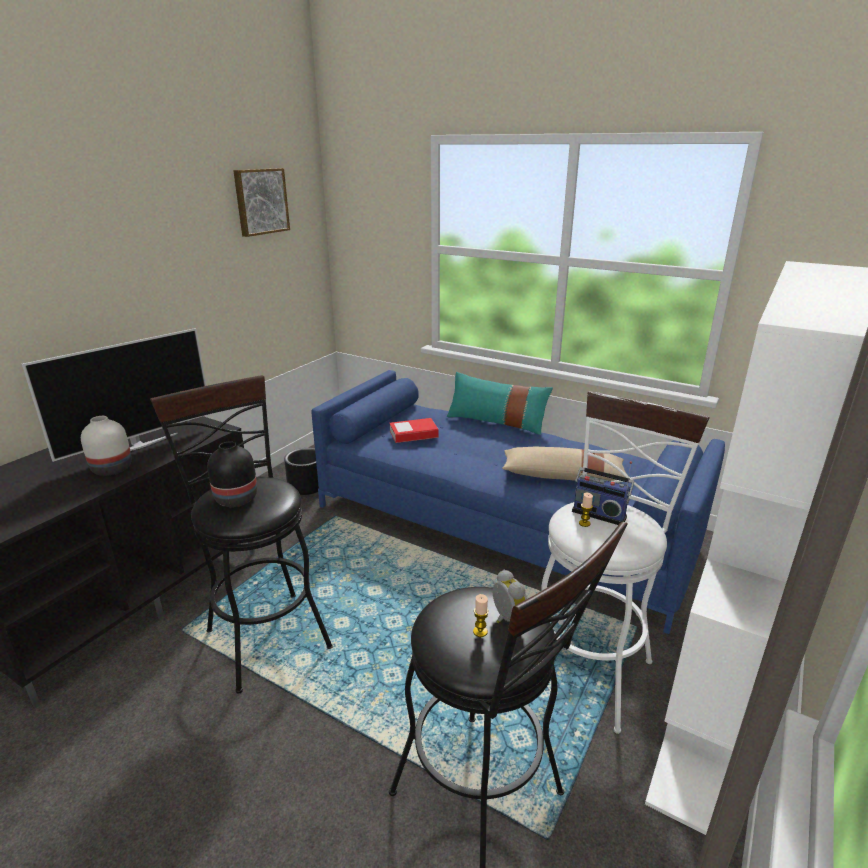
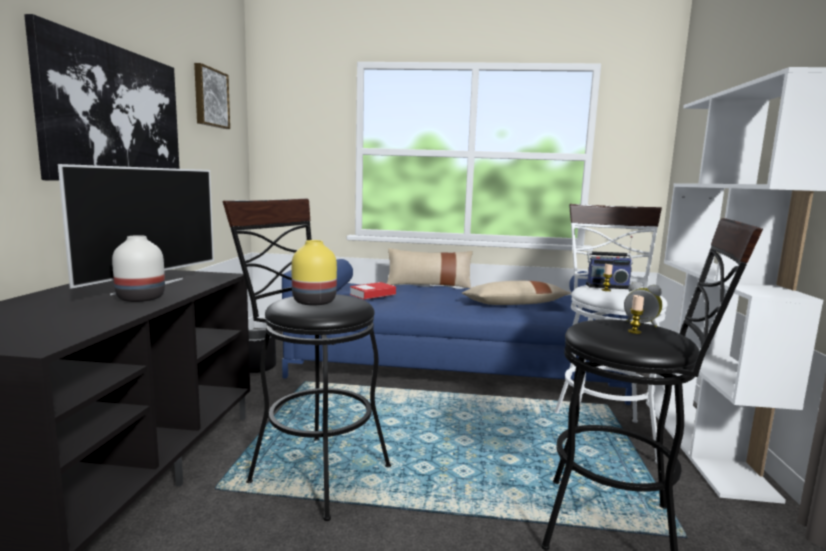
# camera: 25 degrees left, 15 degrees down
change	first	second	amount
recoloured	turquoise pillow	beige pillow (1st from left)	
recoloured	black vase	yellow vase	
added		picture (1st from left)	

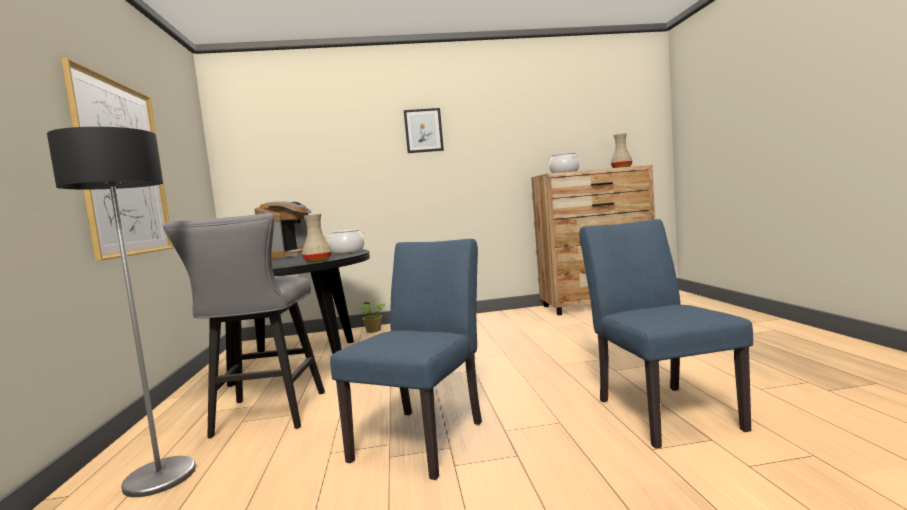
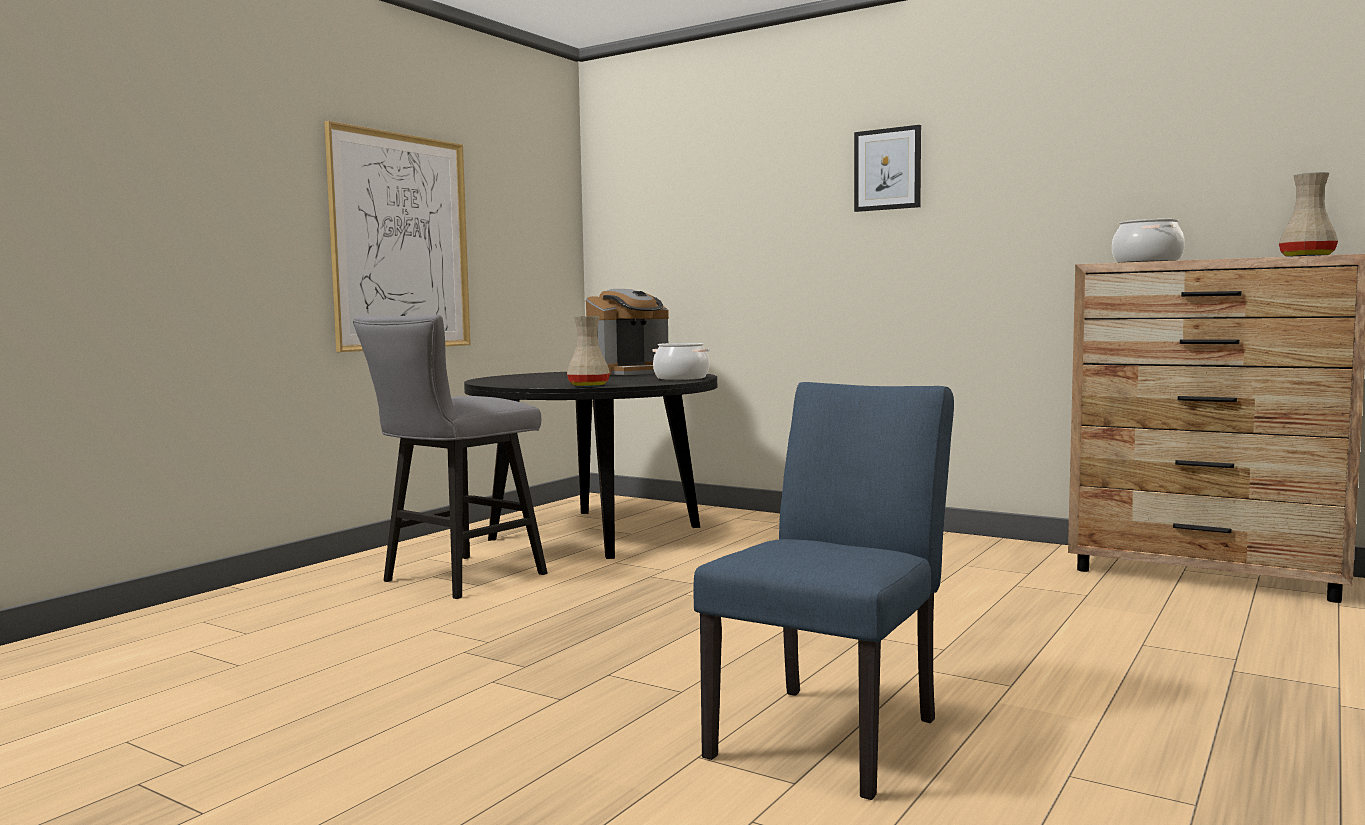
# camera: 40 degrees right, 0 degrees up
change	first	second	amount
removed	floor lamp		
removed	blue chair (1st from left)		
removed	potted plant		

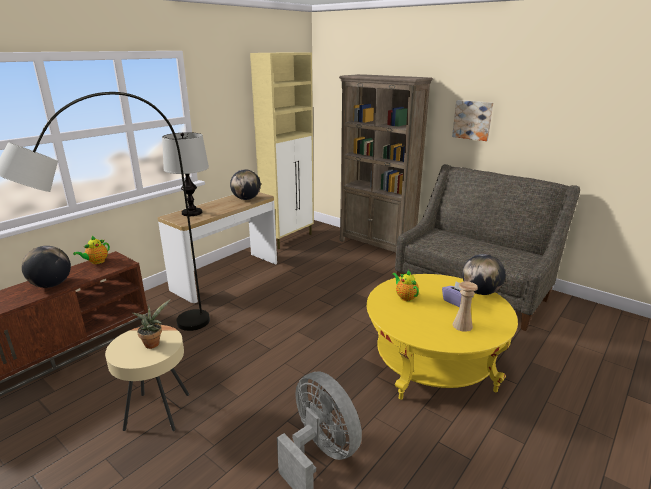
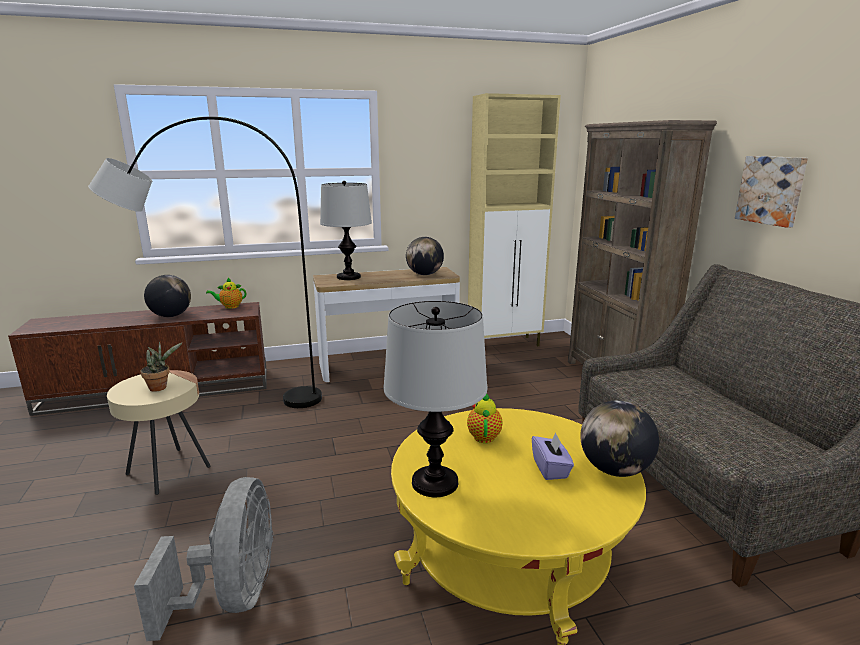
# camera: 35 degrees right, 5 degrees down
change	first	second	amount
removed	beige vase		
added		table lamp (2nd from left)	

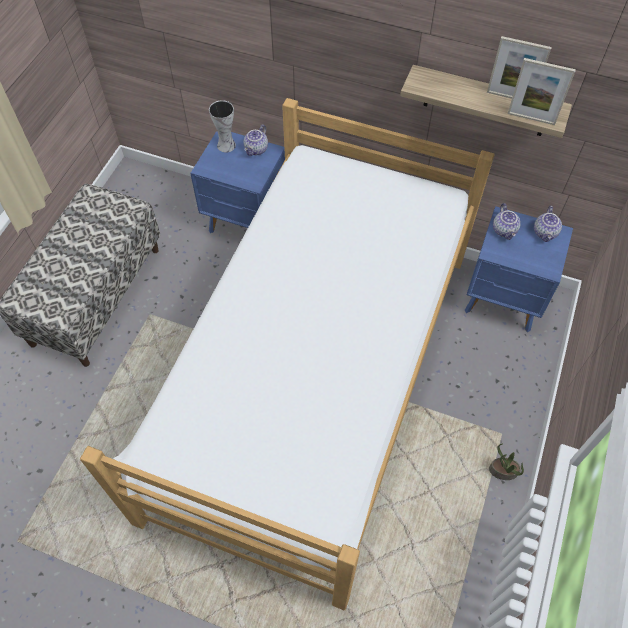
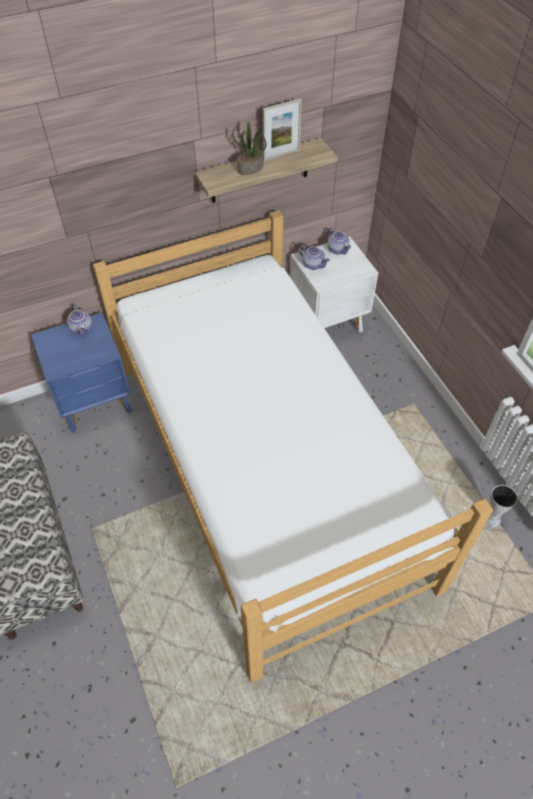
# camera: 45 degrees left, 5 degrees down
change	first	second	amount
removed	picture frame (2nd from left)		
moved	vase		
recoloured	blue nightstand (2nd from left)	white nightstand	
moved	potted plant		

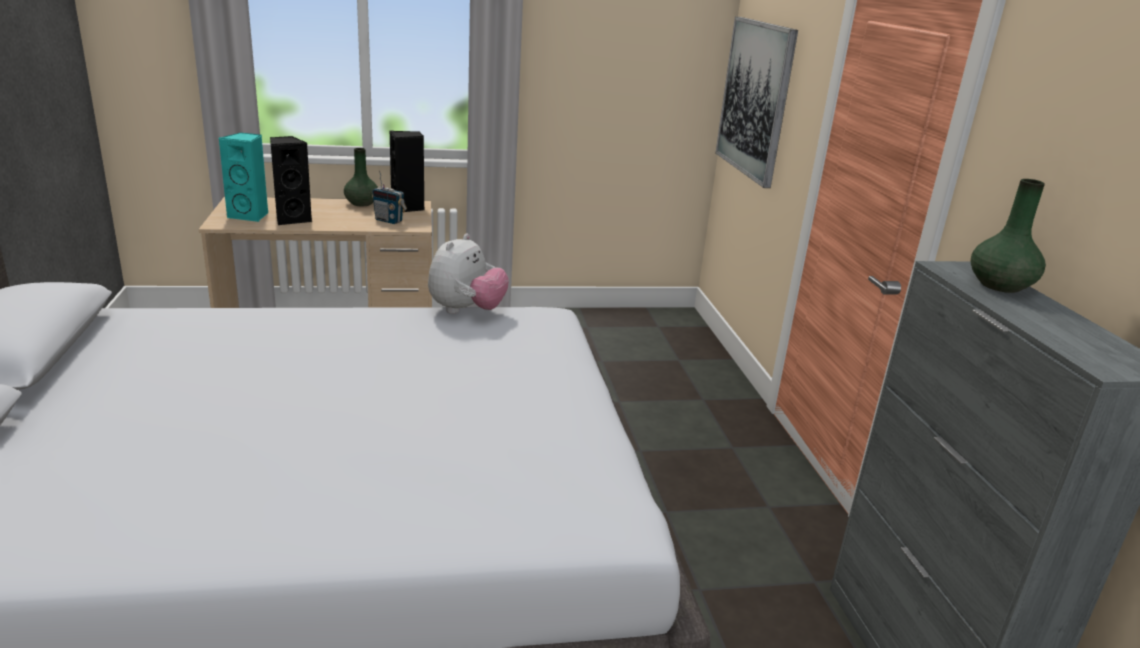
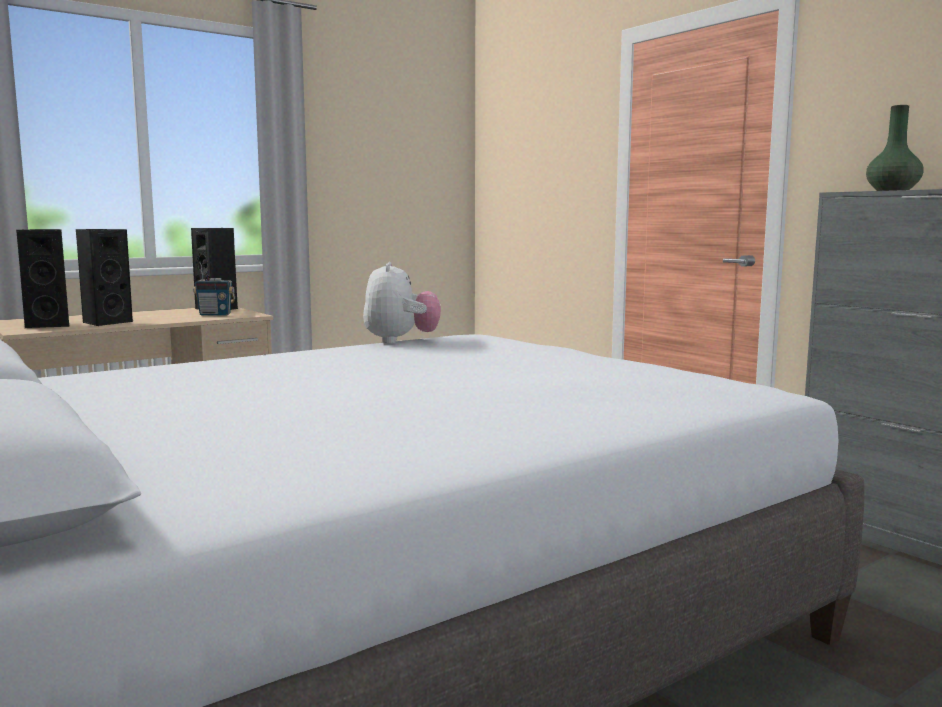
# camera: 25 degrees left, 15 degrees down
change	first	second	amount
removed	picture		
recoloured	turquoise speaker	black speaker (1st from left)	
removed	green vase (1st from left)		

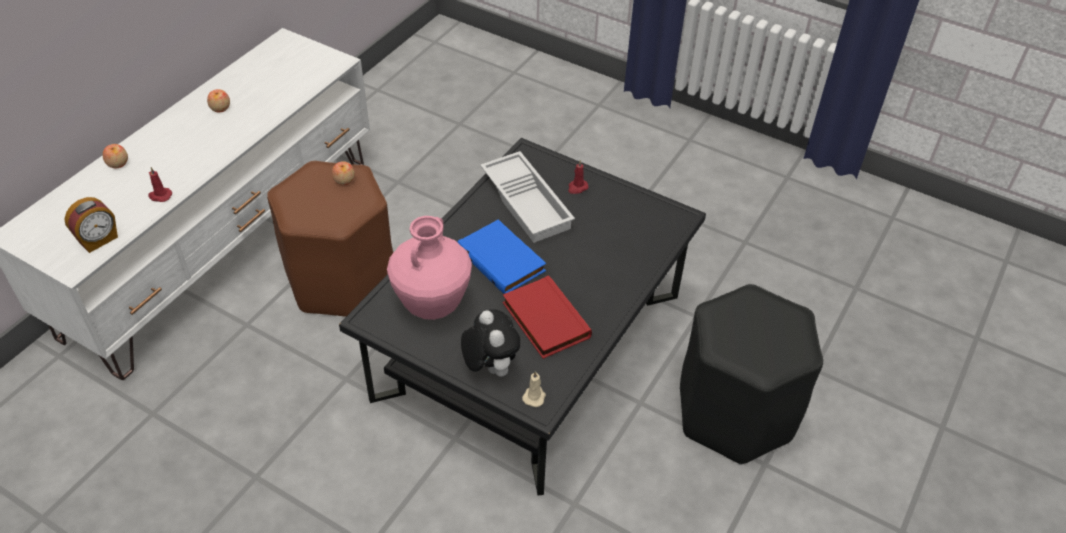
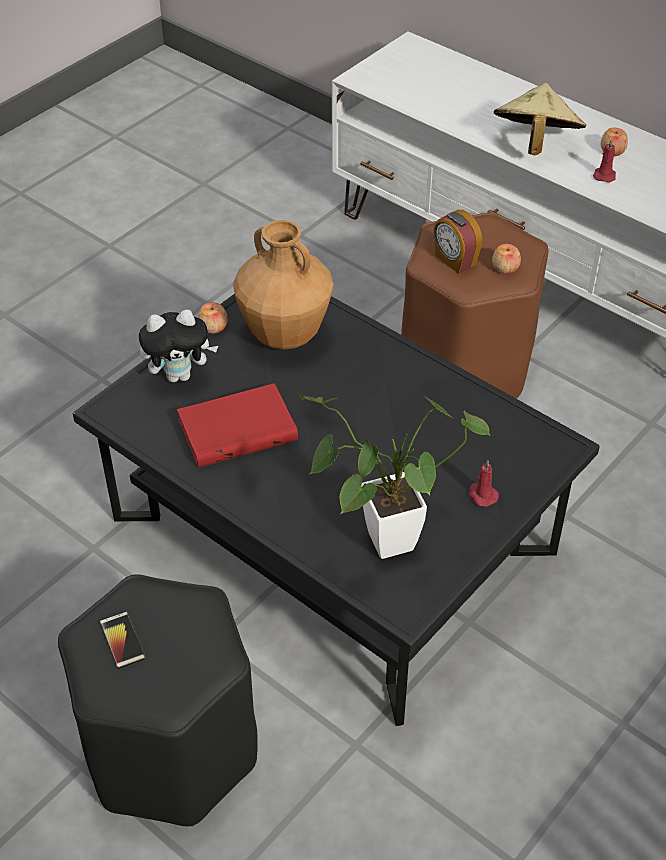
# camera: 100 degrees right, 0 degrees up
change	first	second	amount
moved	apple (1st from left)		
removed	white tray		
moved	red candle (1st from left in the first image)	red candle (2nd from left)	
moved	alarm clock		
recoloured	pink vase	brown vase	
removed	blue book		
removed	beige candle		
added		beige hat	
added		potted plant	
added		phone	

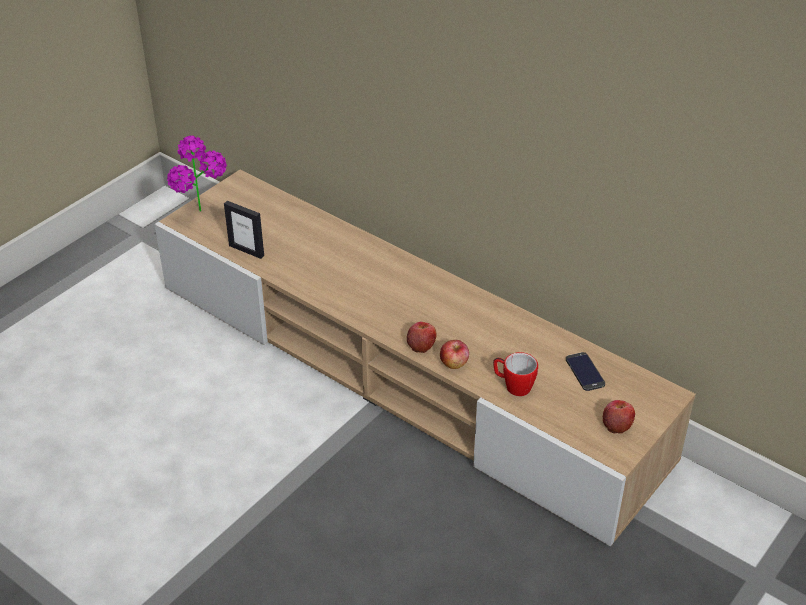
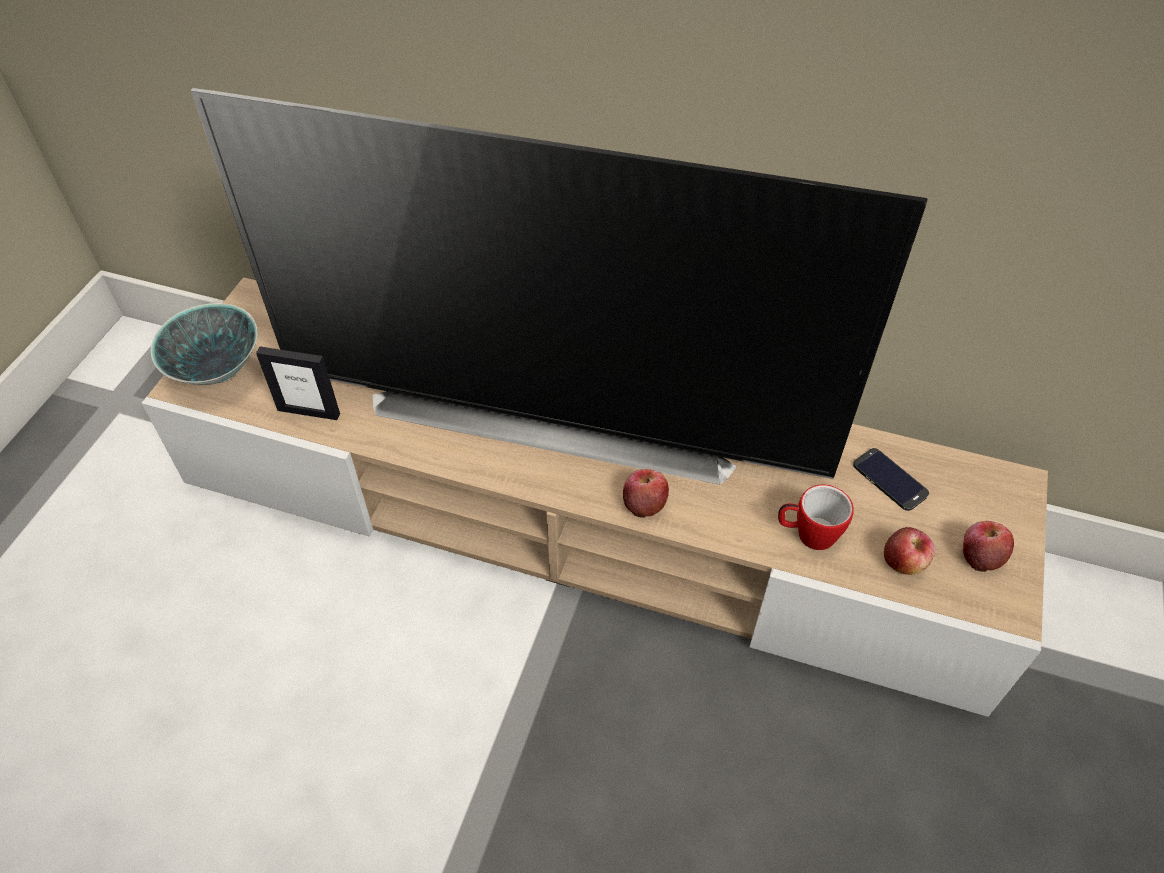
# camera: 20 degrees left, 10 degrees up
change	first	second	amount
replaced	potted plant	bowl	
moved	apple (2nd from left)		
added		television	

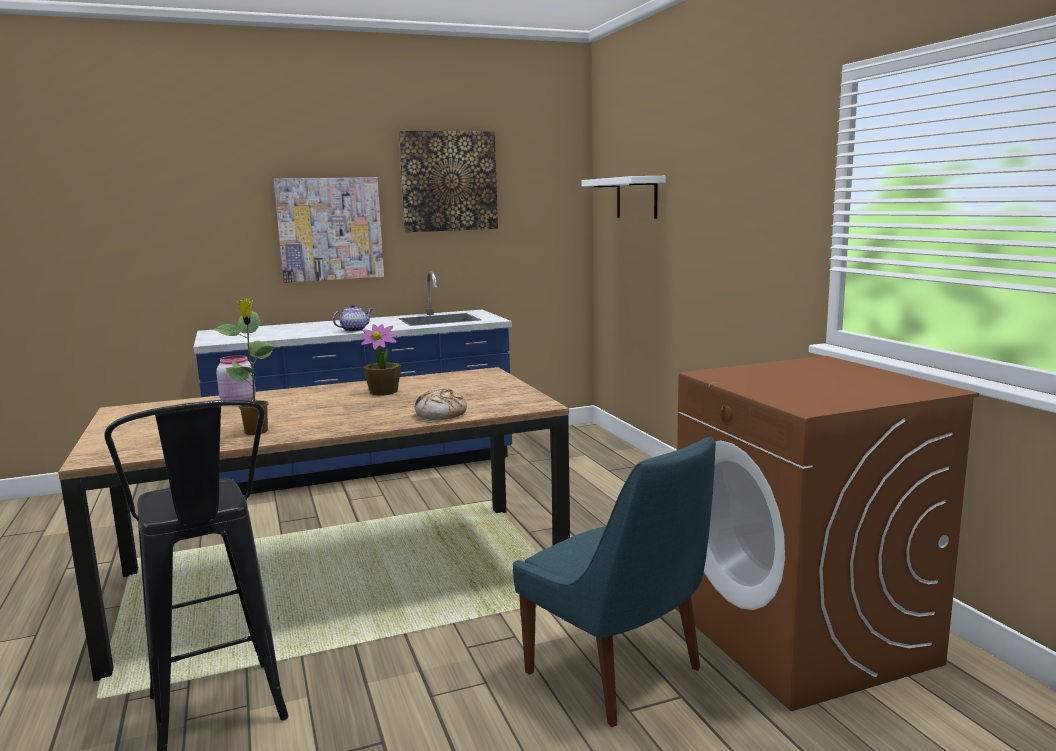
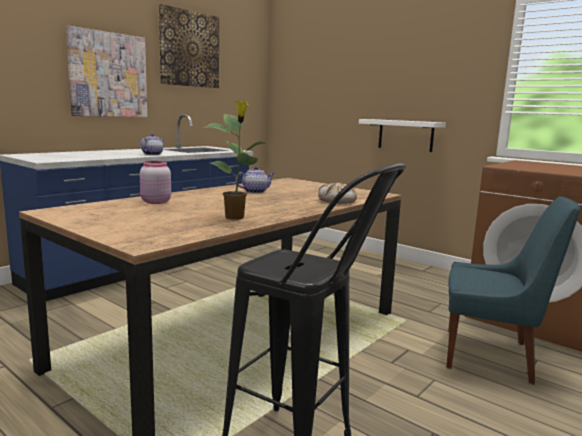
# camera: 30 degrees left, 0 degrees up
change	first	second	amount
moved	white shelf		
replaced	potted plant (2nd from left)	teapot (2nd from left)	

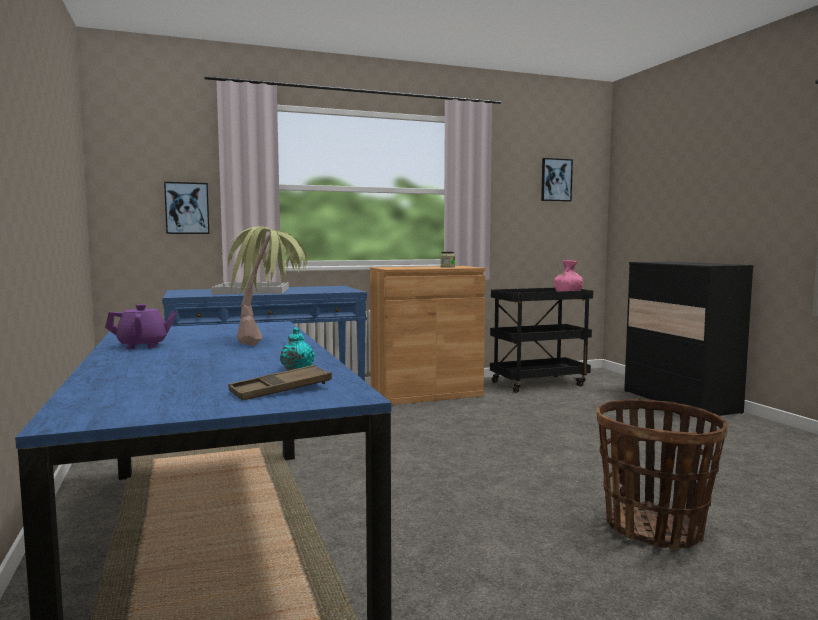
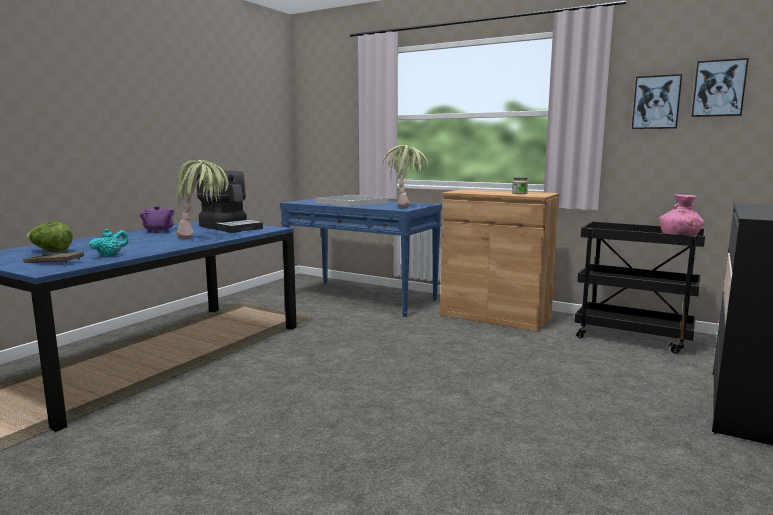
# camera: 50 degrees right, 5 degrees up
change	first	second	amount
moved	picture (1st from left)		
removed	basket		
added		potted plant (2nd from left)	
added		coffee machine	
added		lettuce	

